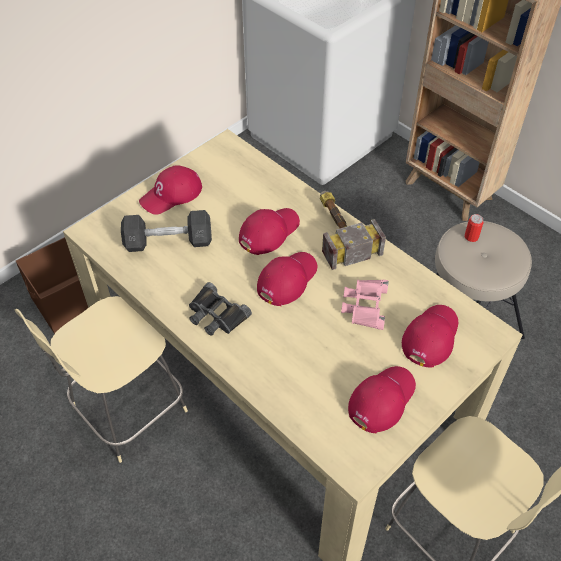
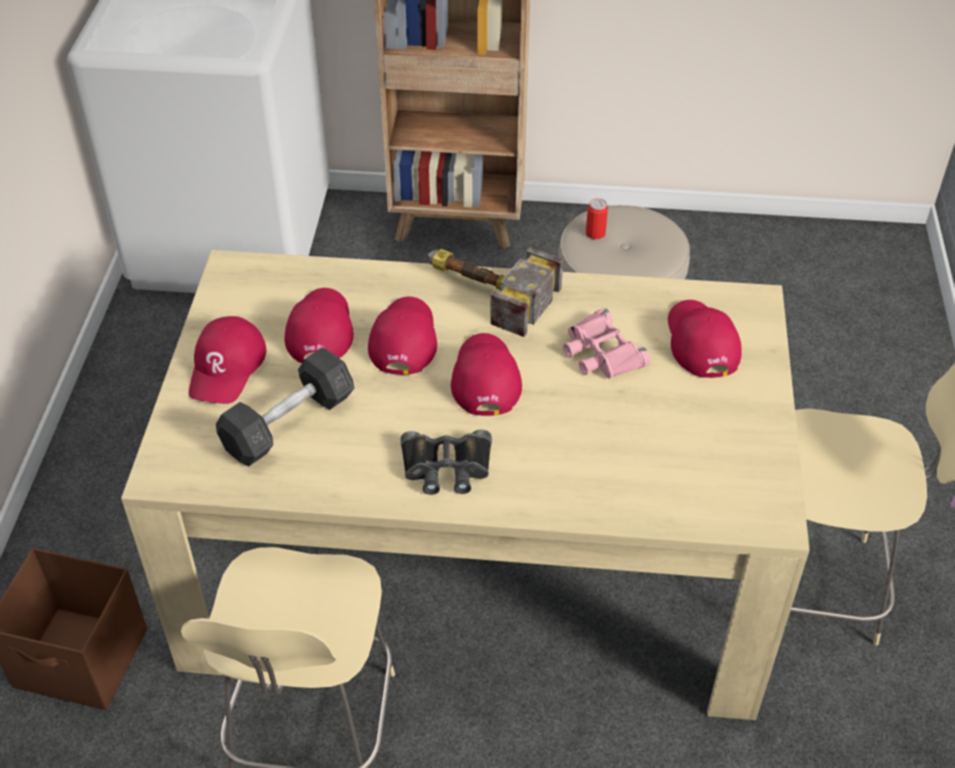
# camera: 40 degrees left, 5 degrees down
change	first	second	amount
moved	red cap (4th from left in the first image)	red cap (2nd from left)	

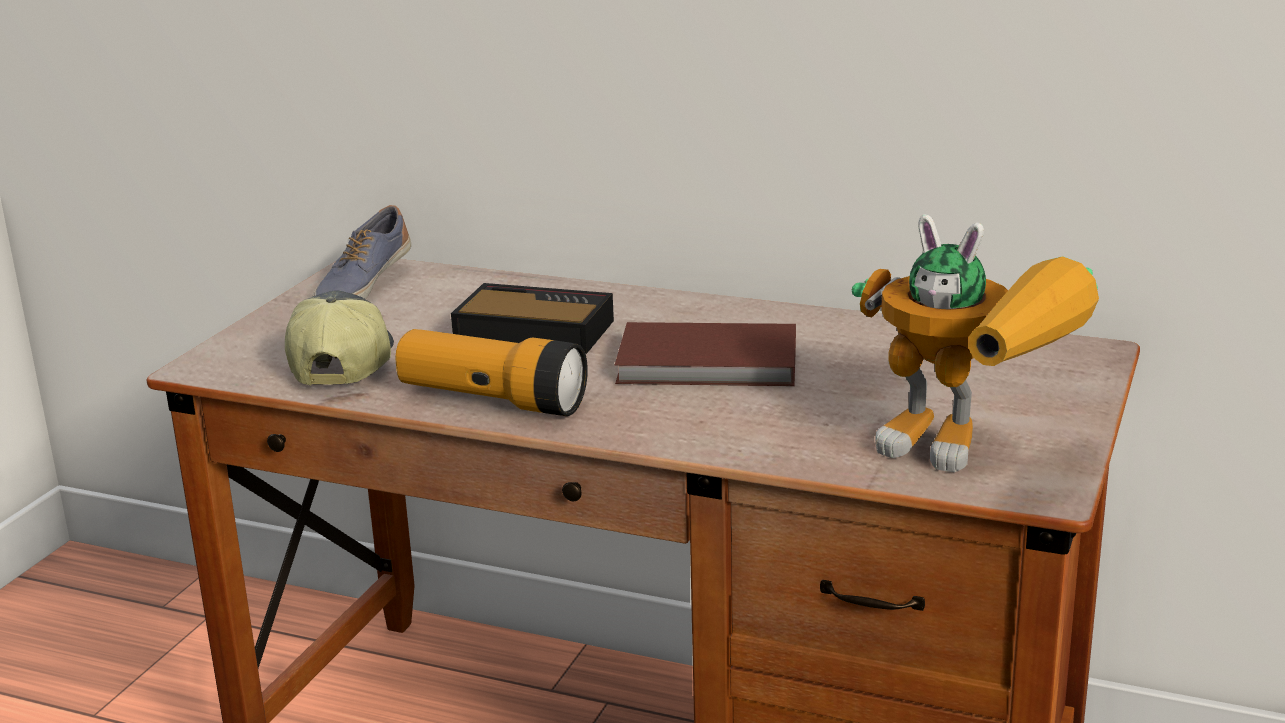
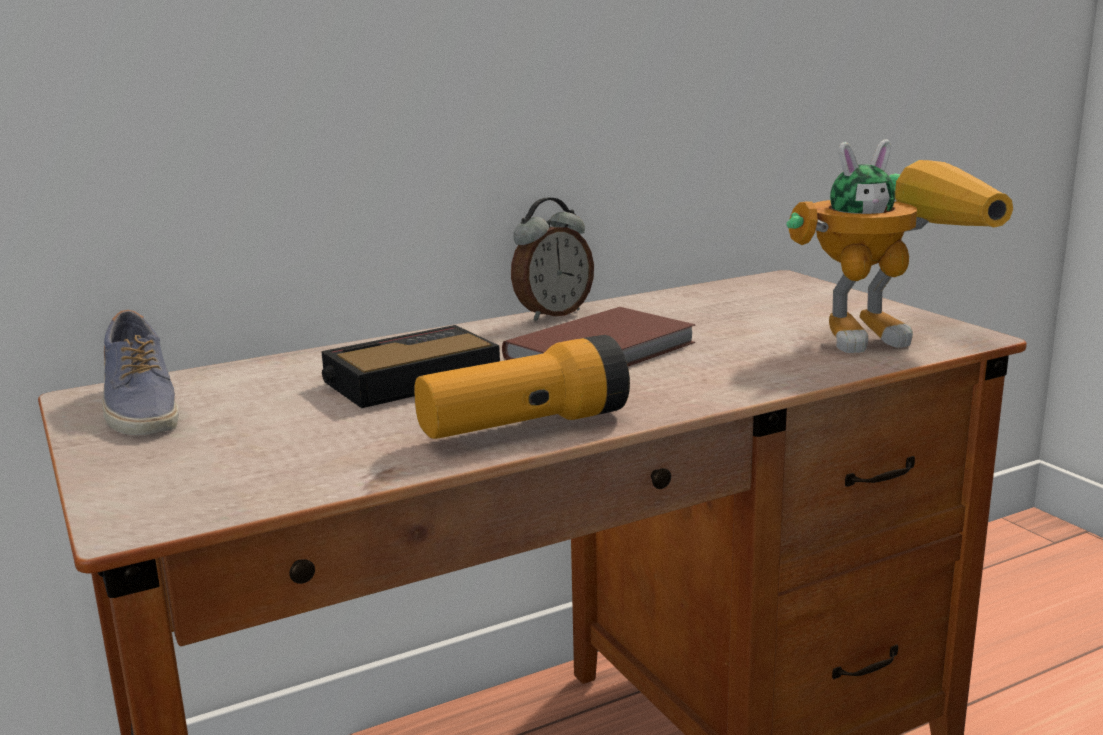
# camera: 50 degrees left, 5 degrees down
change	first	second	amount
removed	cap		
added		alarm clock (2nd from left)	

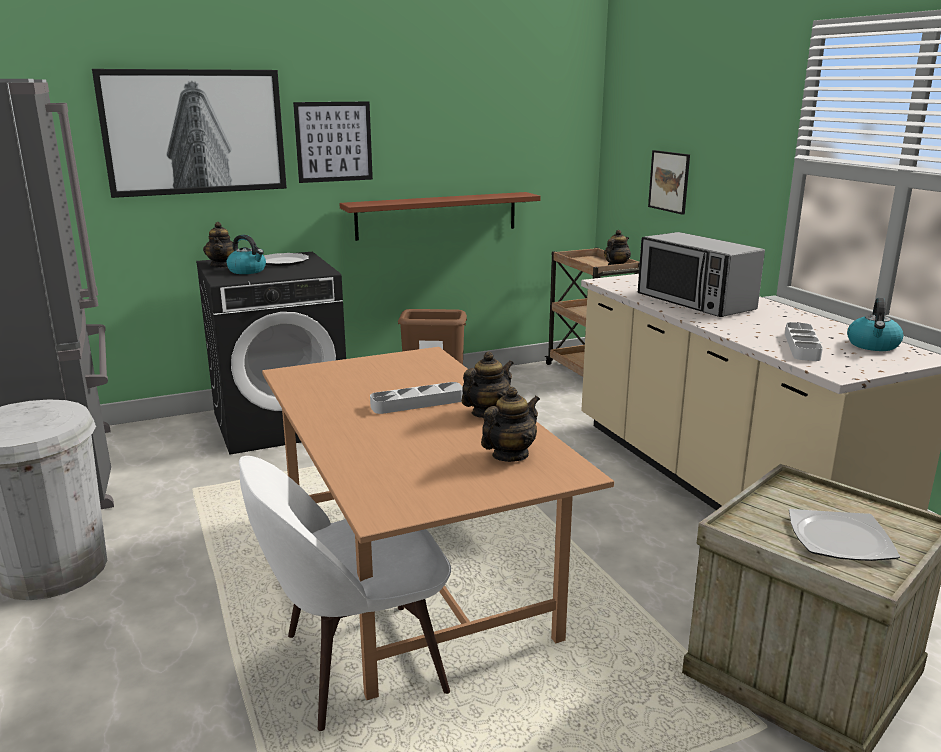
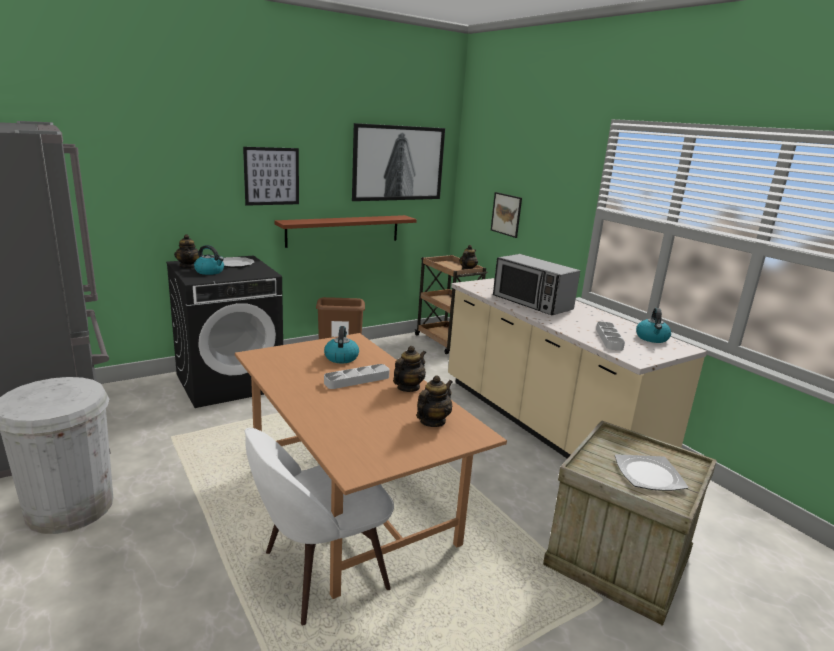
# camera: 10 degrees left, 0 degrees up
change	first	second	amount
moved	picture (1st from left in the first image)	picture (2nd from left)	
added		kettle (2nd from left)	

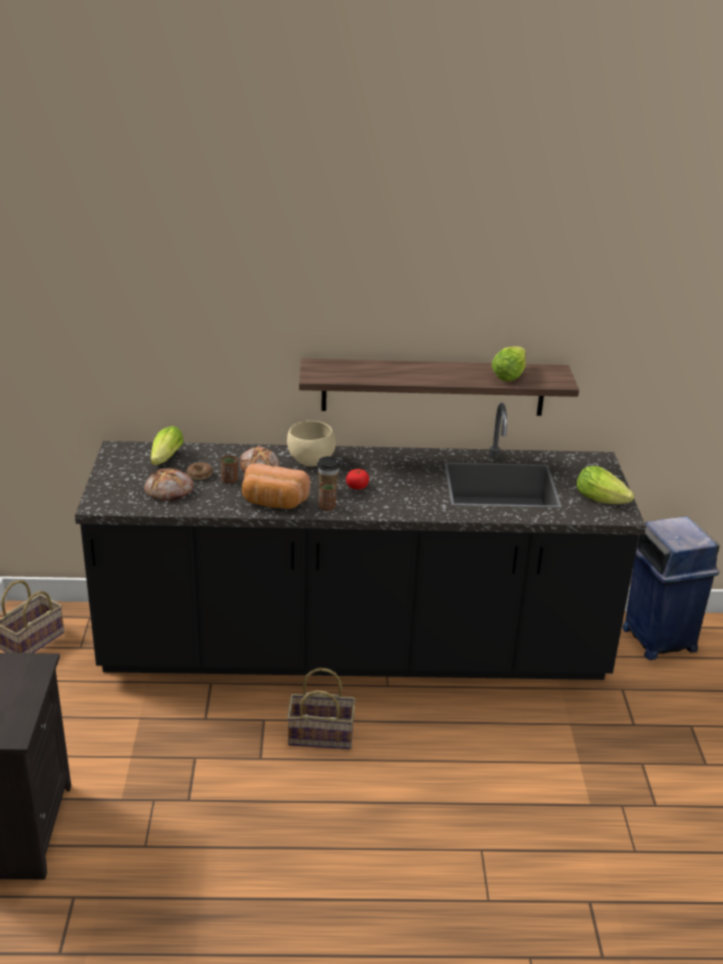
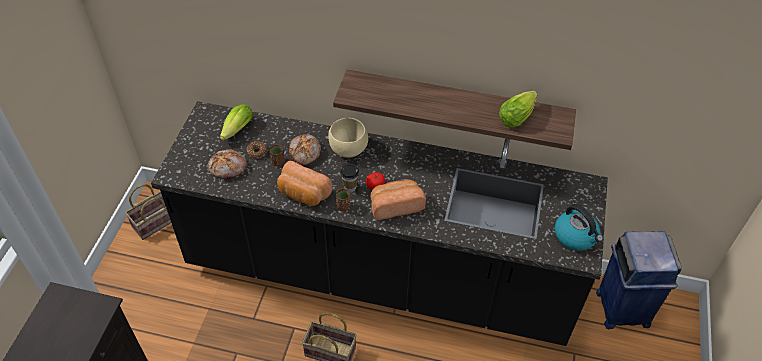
# camera: 15 degrees right, 20 degrees up
change	first	second	amount
replaced	lettuce (3rd from left)	kettle	
added		bread (4th from left)	

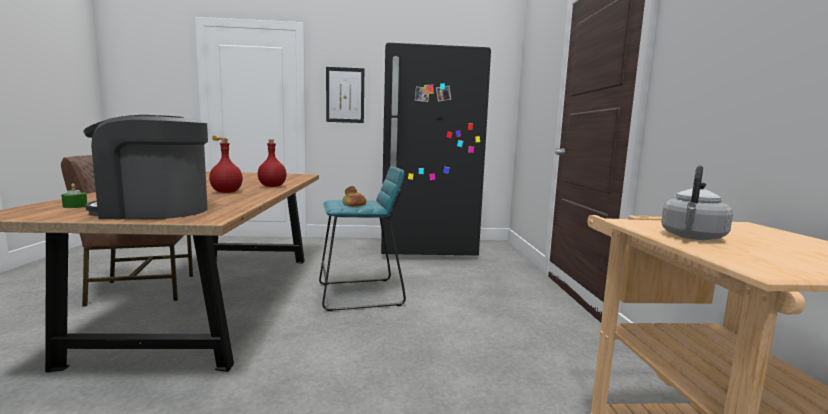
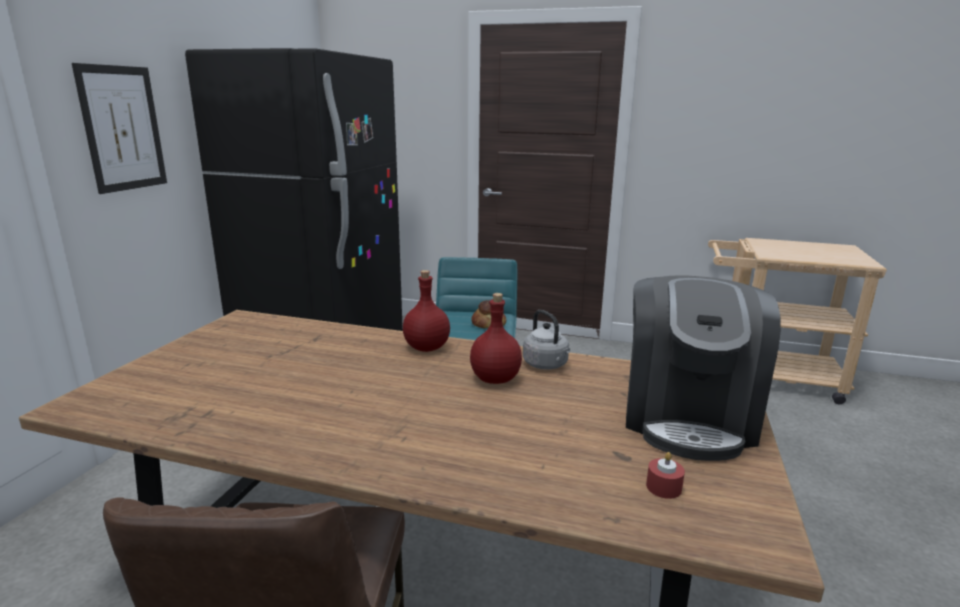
# camera: 70 degrees left, 10 degrees up
change	first	second	amount
moved	grey kettle		
recoloured	green candle	red candle	

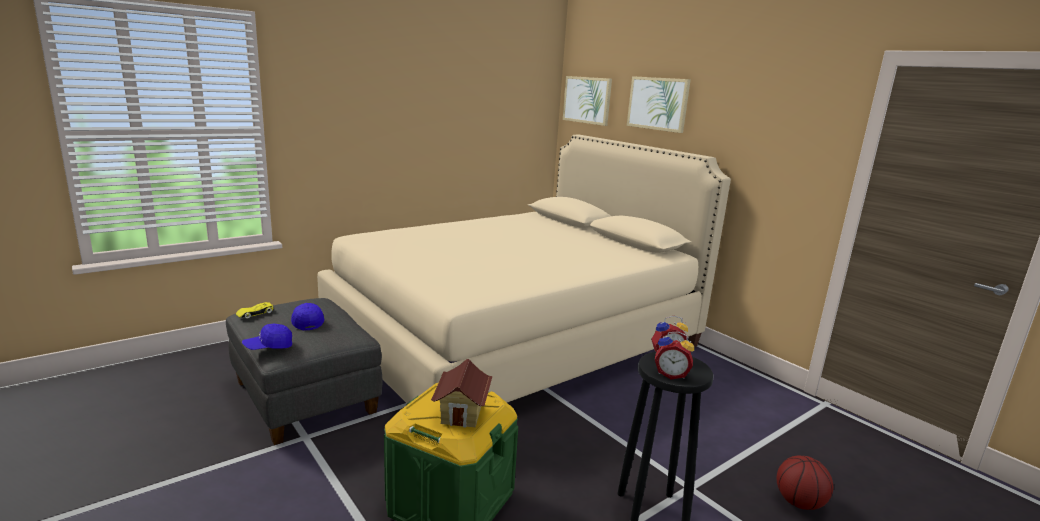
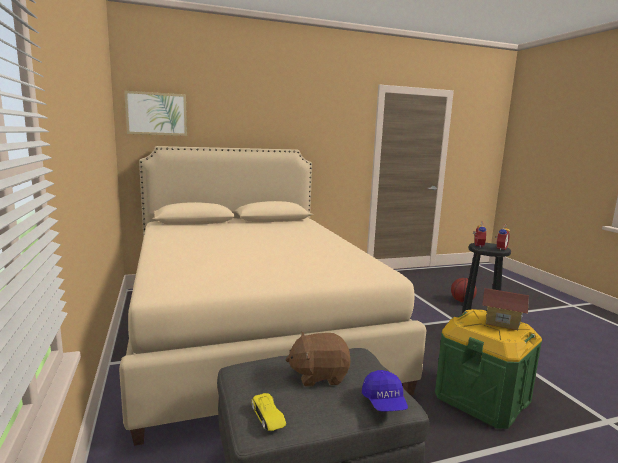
# camera: 70 degrees left, 5 degrees down
change	first	second	amount
removed	picture (2nd from left)		
replaced	blue cap (2nd from left)	brown plush toy	

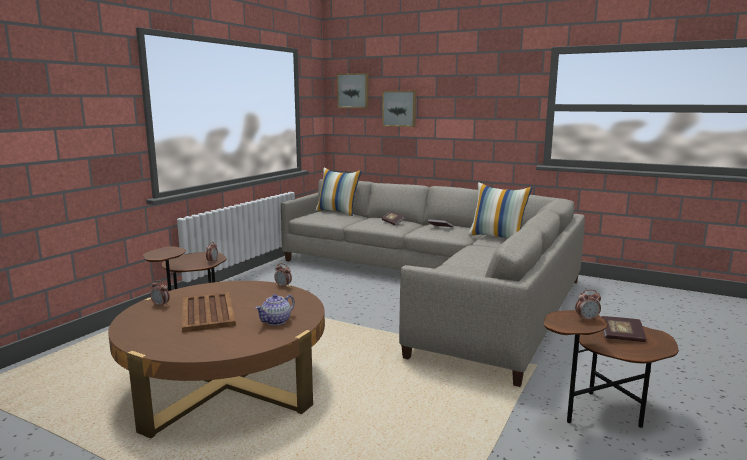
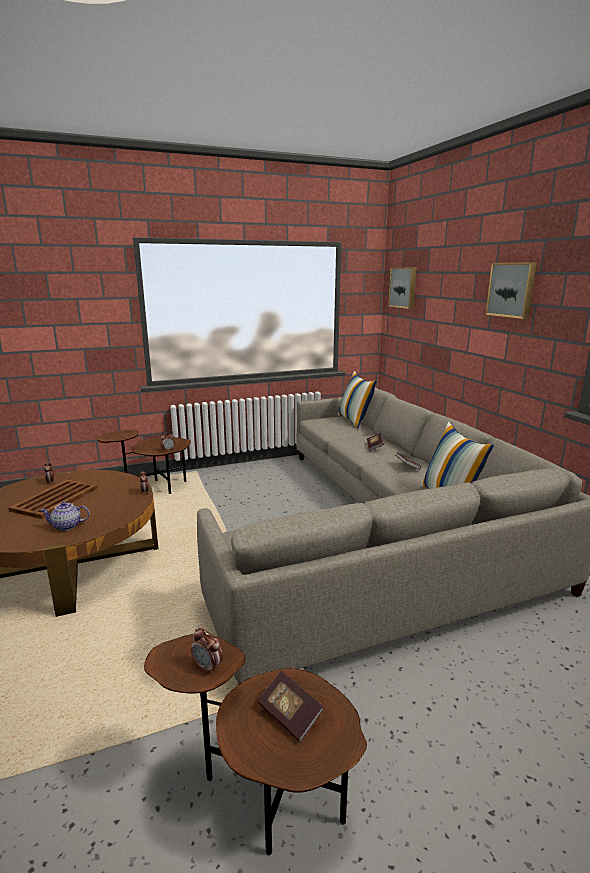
# camera: 40 degrees right, 5 degrees up
change	first	second	amount
moved	picture (2nd from left)		

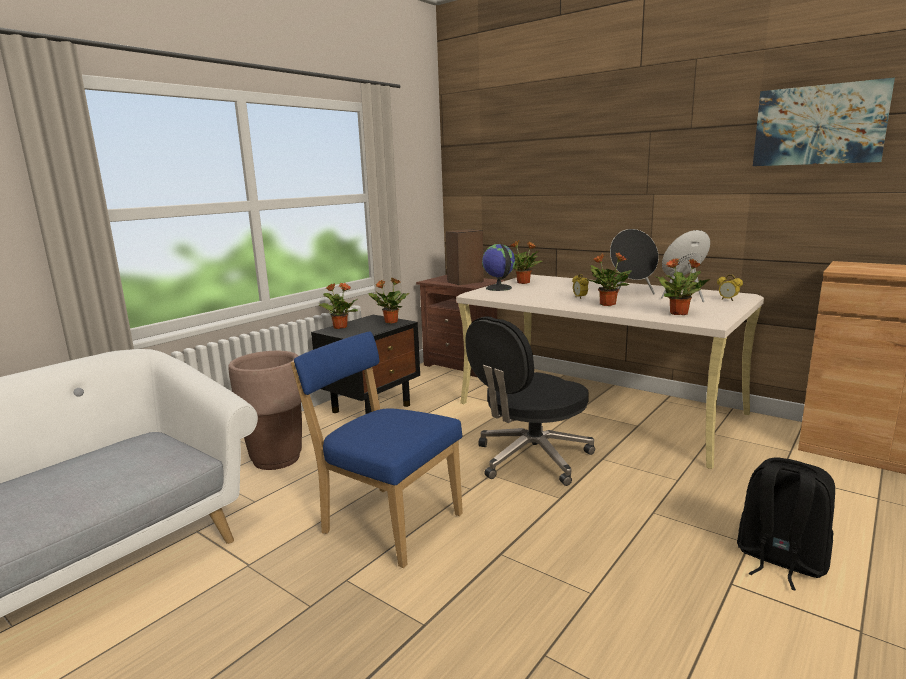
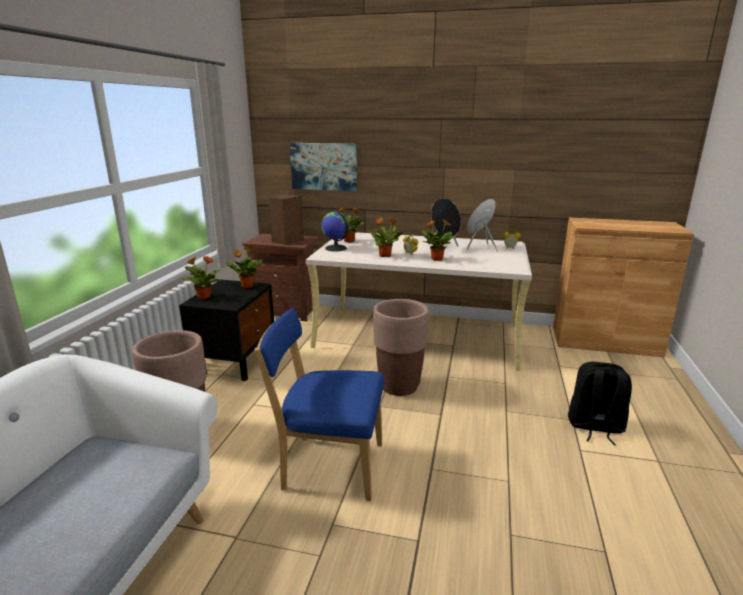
# camera: 25 degrees left, 5 degrees up
change	first	second	amount
moved	picture		
moved	potted plant (5th from left in the first image)	potted plant (4th from left)	
replaced	black office chair	brown planter (2nd from left)	

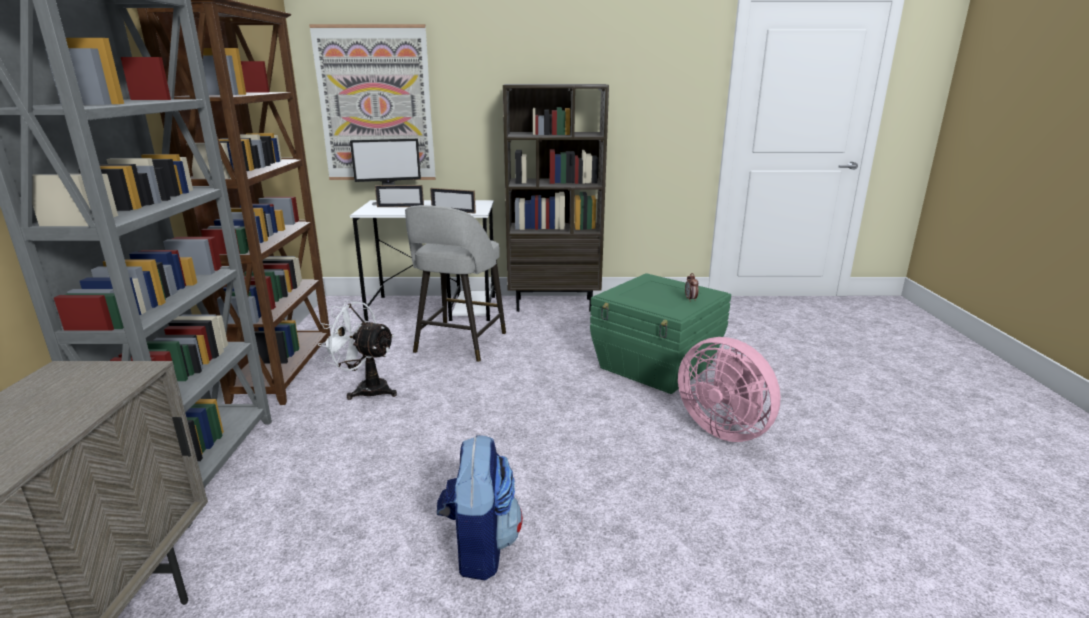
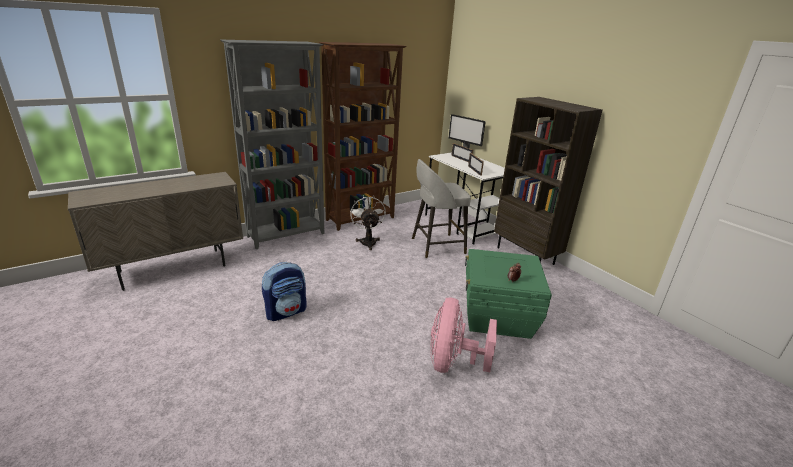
# camera: 55 degrees right, 5 degrees up
change	first	second	amount
removed	picture		

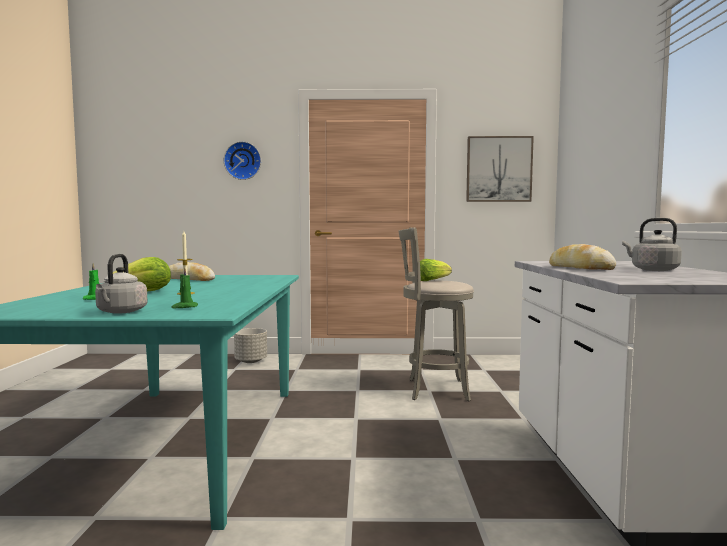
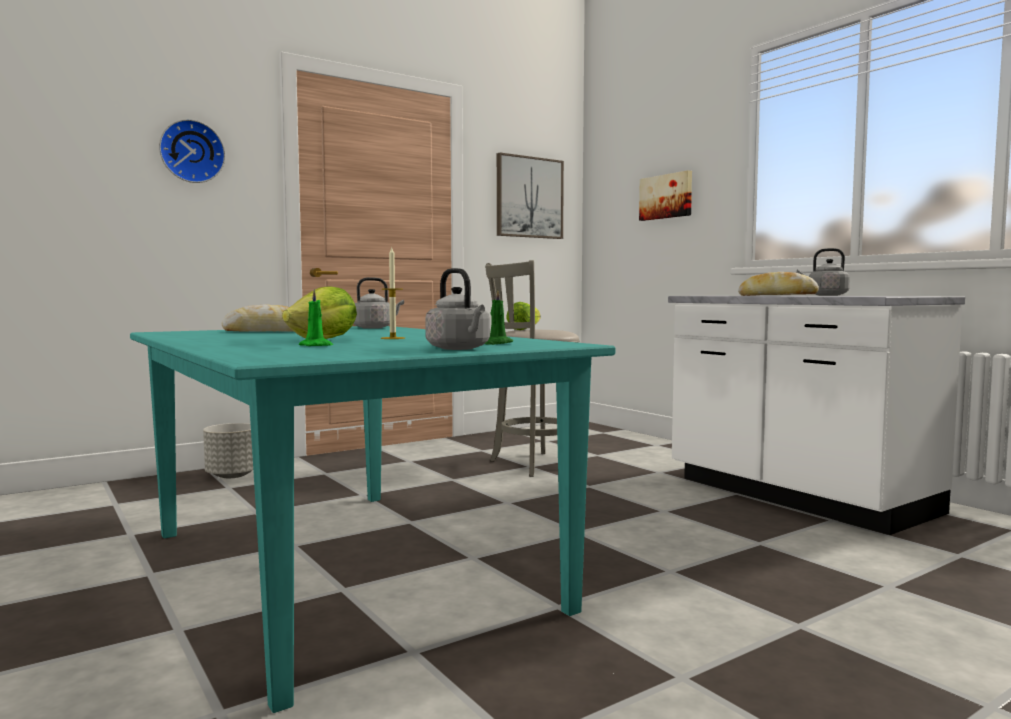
# camera: 35 degrees left, 0 degrees up
change	first	second	amount
added		picture (2nd from left)	
added		grey kettle (1st from left)	

